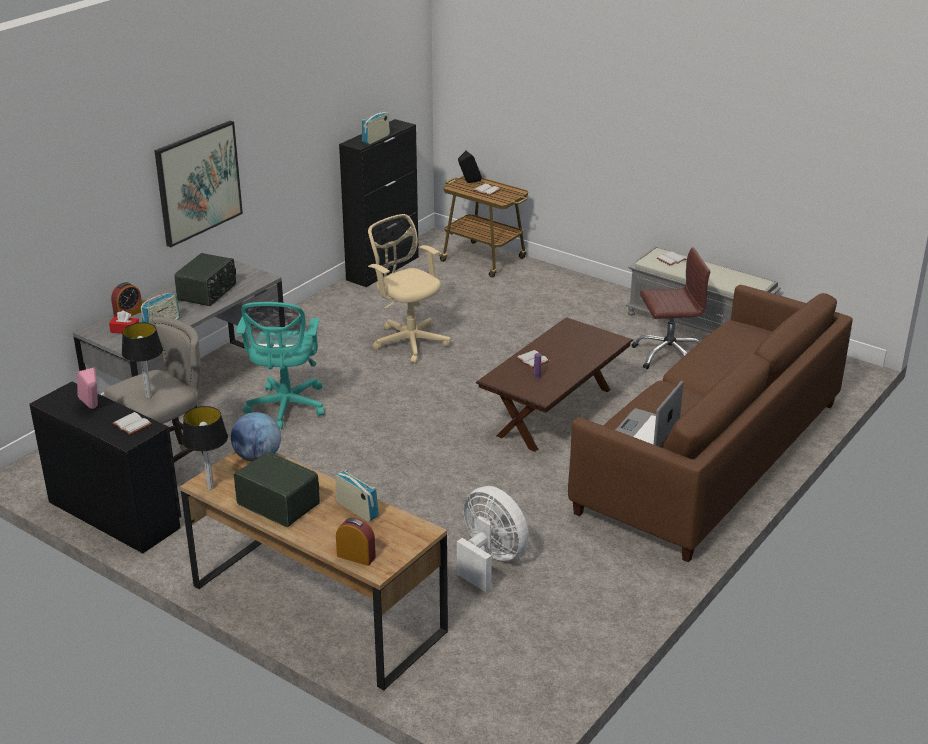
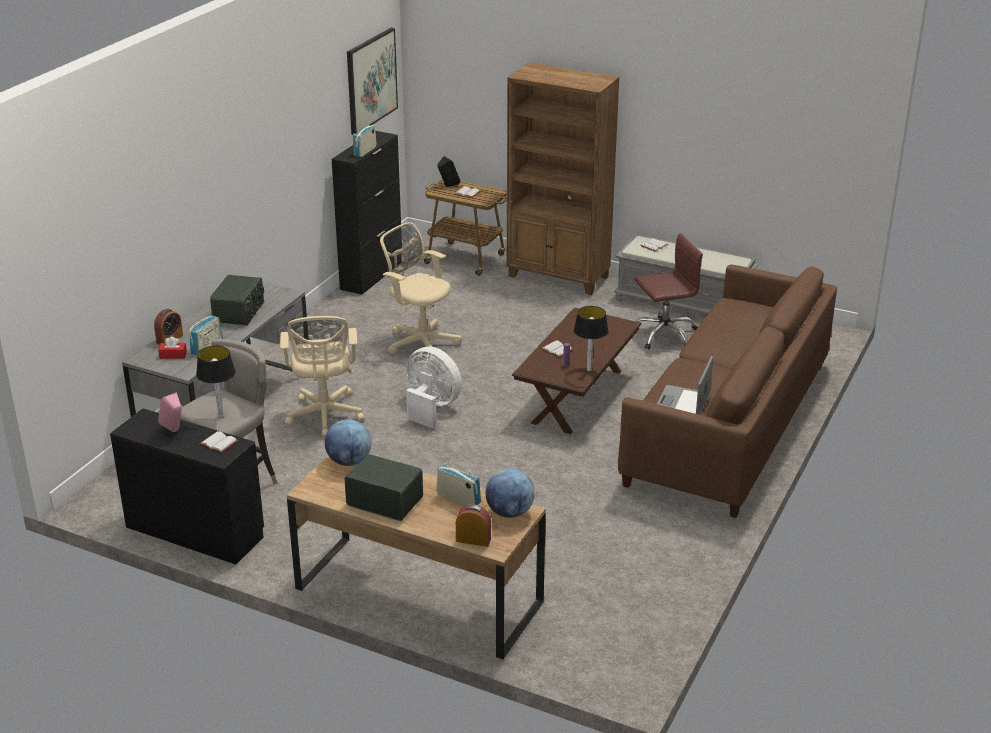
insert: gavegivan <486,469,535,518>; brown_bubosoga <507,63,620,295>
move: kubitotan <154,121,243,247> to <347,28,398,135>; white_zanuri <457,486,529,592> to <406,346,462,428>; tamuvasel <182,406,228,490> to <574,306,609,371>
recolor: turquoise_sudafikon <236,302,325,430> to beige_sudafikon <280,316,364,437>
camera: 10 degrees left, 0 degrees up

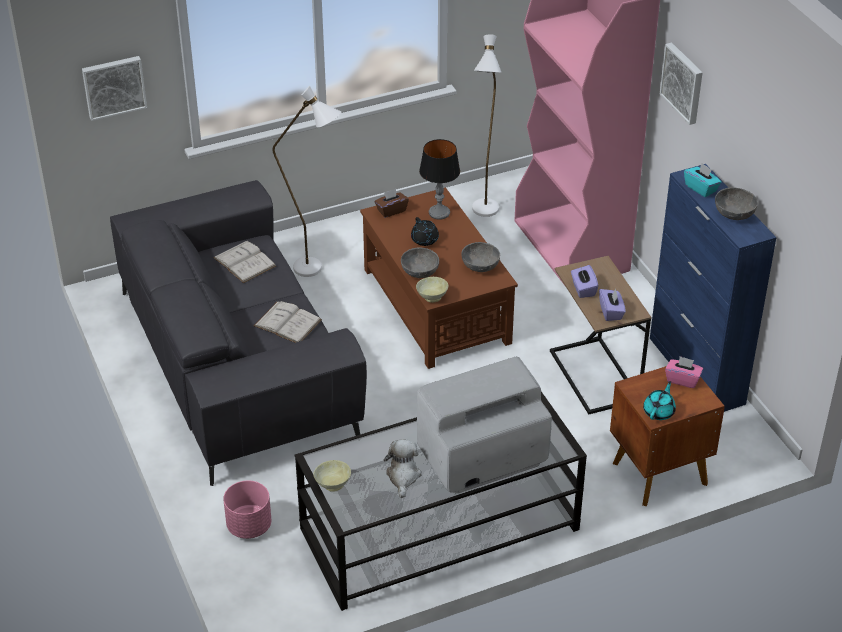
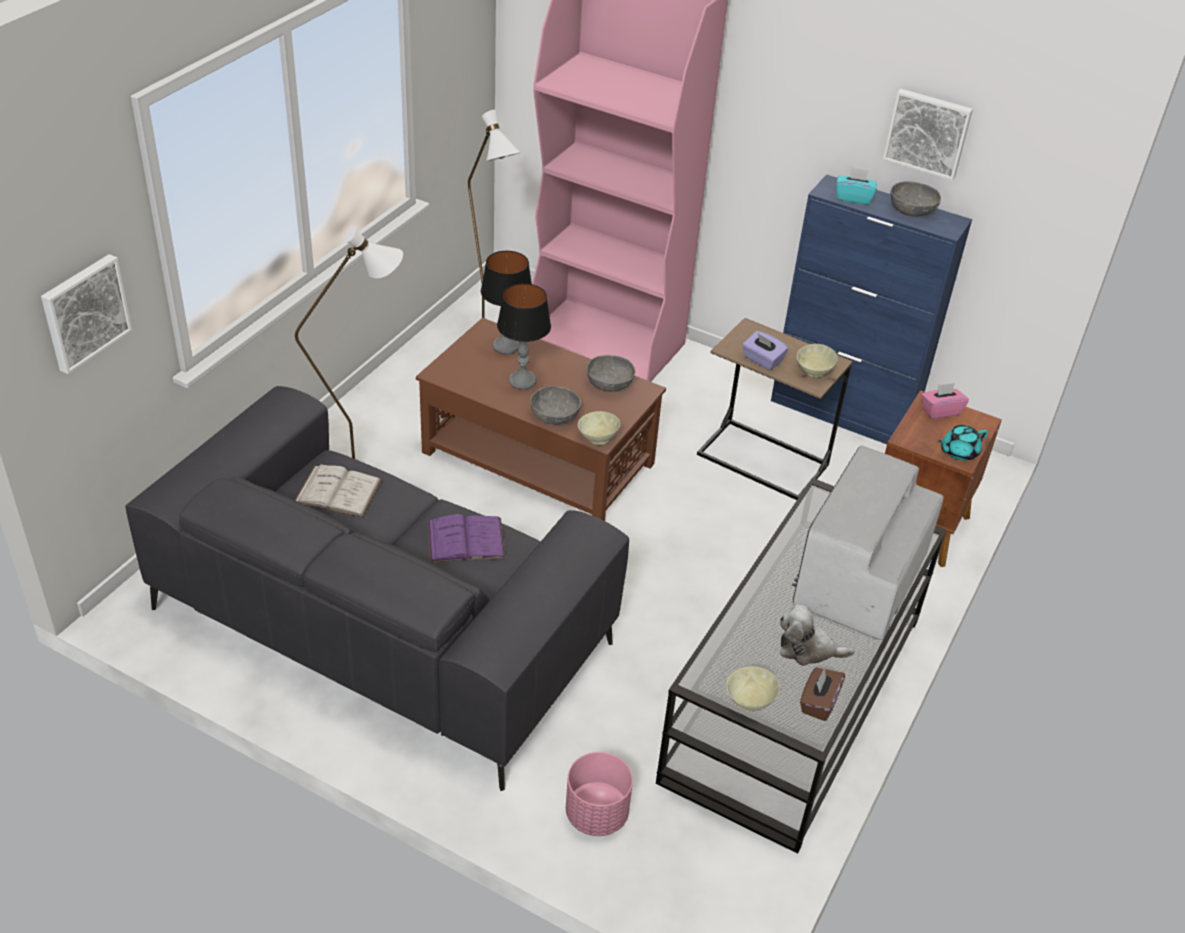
move: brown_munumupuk <375,189,409,218> to <800,668,845,721>; kubitotan <660,43,703,125> to <883,89,973,180>
replace: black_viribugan <411,217,439,246> to tamuvasel <497,283,551,390>; purple_munumupuk <599,288,626,321> to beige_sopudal <797,344,838,377>
recolor: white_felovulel <254,301,322,343> to purple_felovulel <427,514,506,562>
rotate: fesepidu <384,439,422,498> = <780,604,855,666> 45 degrees counterclockwise; turquoise_viribugan <643,381,676,420> = <938,425,988,461> 105 degrees counterclockwise
camera: 40 degrees left, 0 degrees up

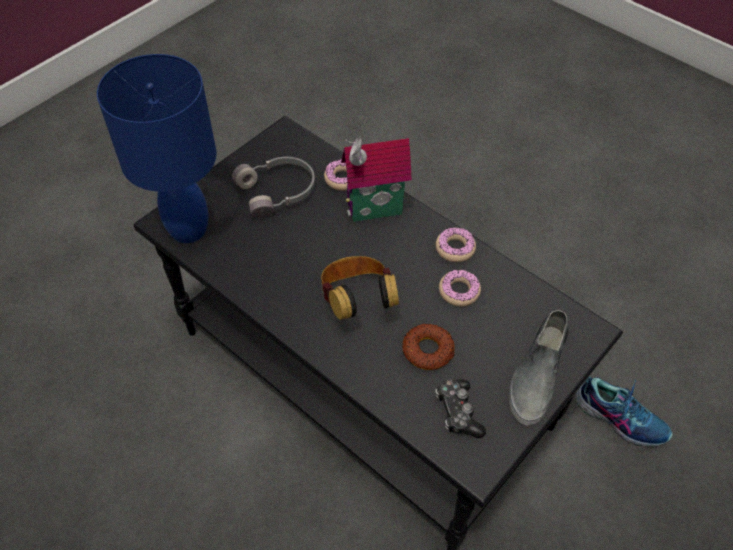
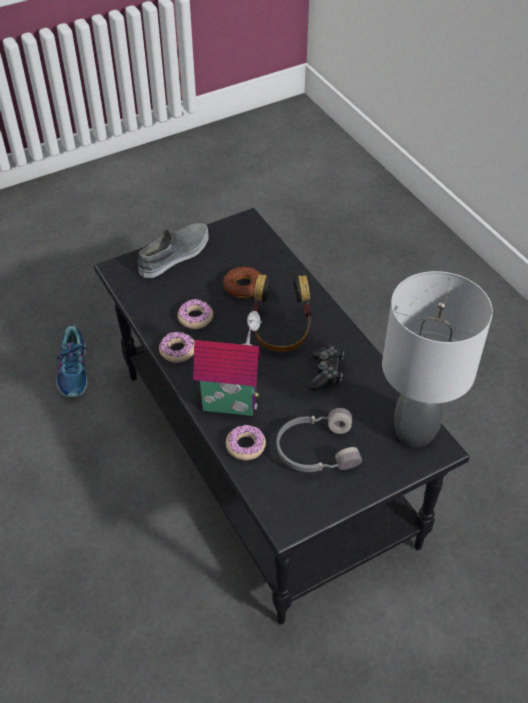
move: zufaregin <435,379,486,438> to <309,345,344,391>
recolor: blue_tamuvasel <97,54,217,243> to grey_tamuvasel <382,271,493,448>
rotate: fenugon <575,376,673,446> = <56,324,88,397> 150 degrees counterclockwise
camera: 160 degrees left, 5 degrees down

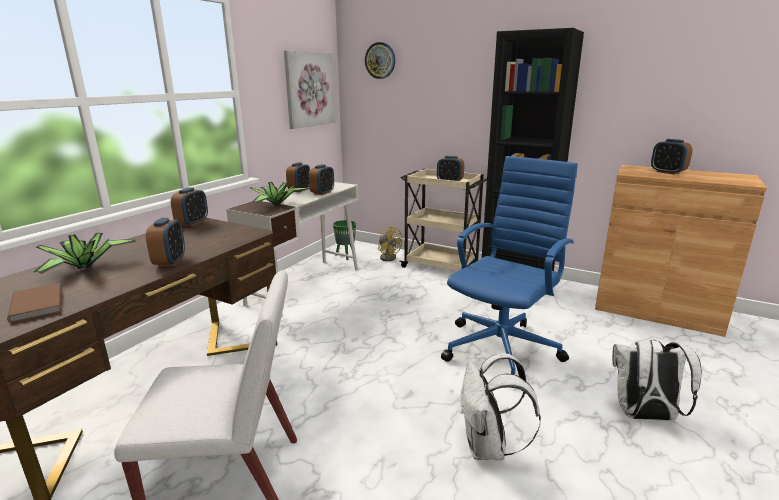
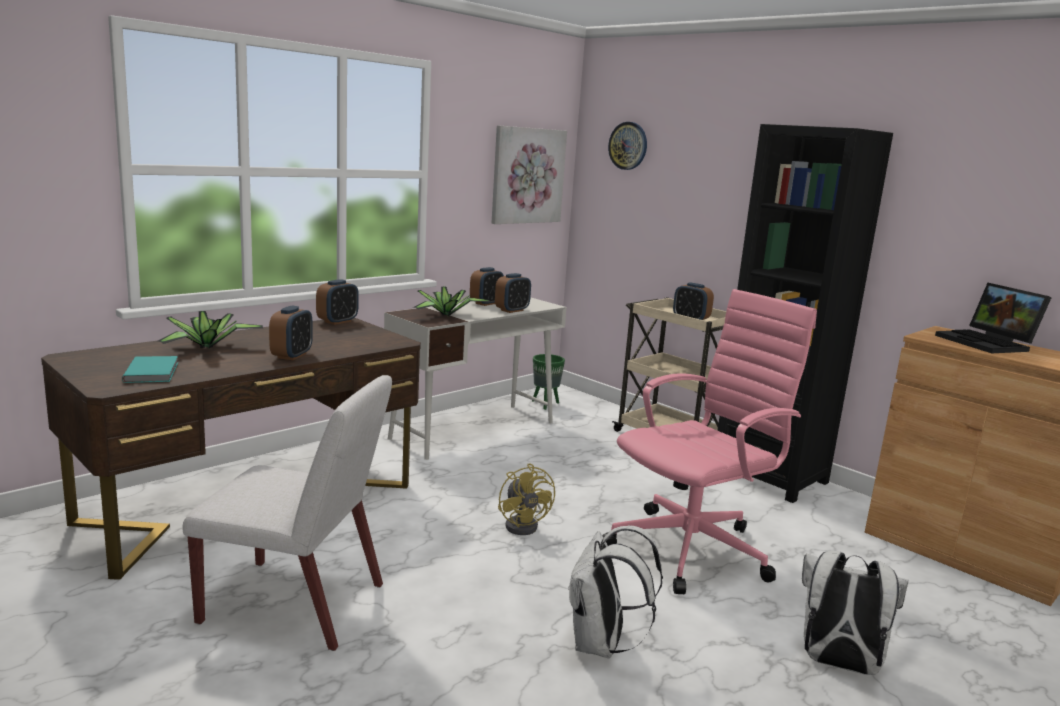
move: yellow_zanuri <378,225,402,261> to <498,463,555,535>
replace: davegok <651,139,693,175> to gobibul <935,283,1052,353>
recolor: brown_felovulel <7,283,62,323> to turquoise_felovulel <122,356,178,383>; blue_sudafikon <441,156,578,375> to pink_sudafikon <602,289,817,594>
camera: 15 degrees right, 5 degrees down

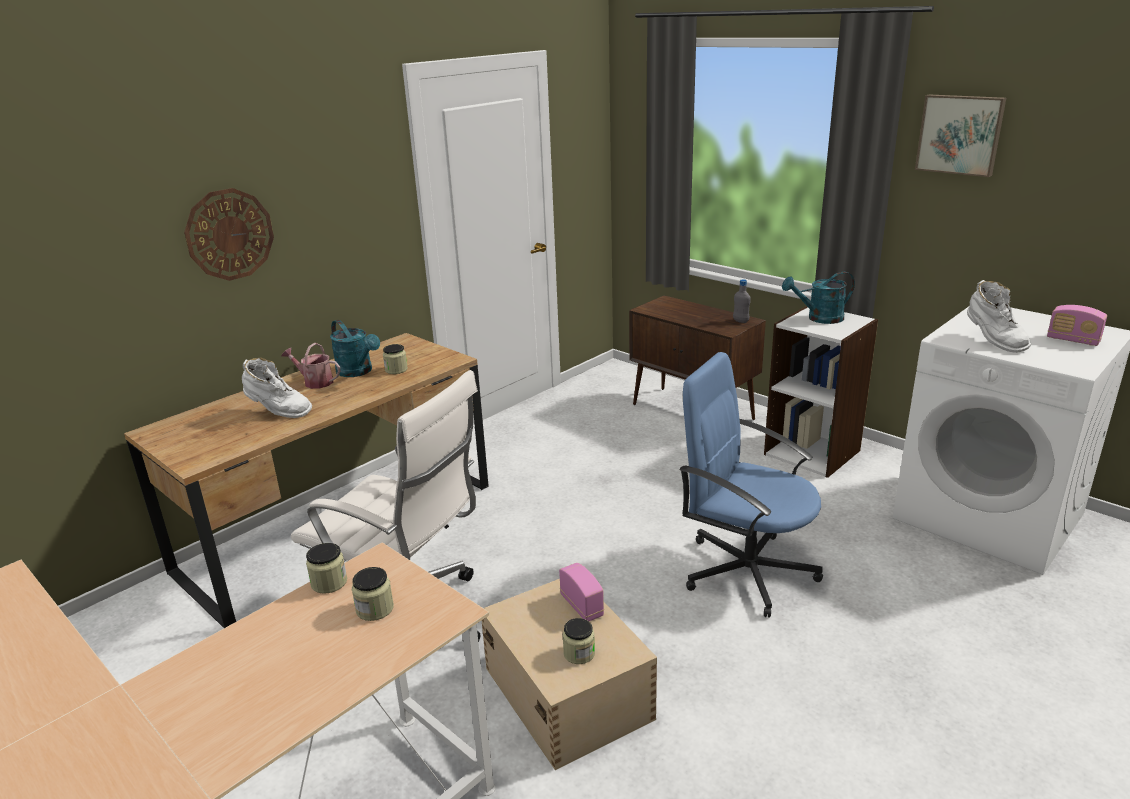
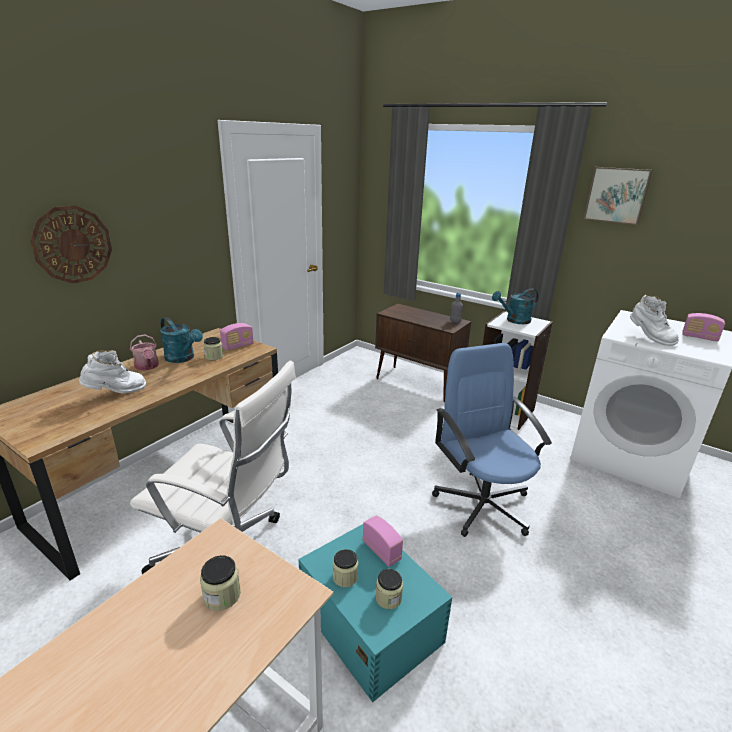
insert: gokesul <220,323,254,350>
move: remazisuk <306,543,347,594> to <333,549,358,587>
recolor: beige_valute <481,579,657,770> to turquoise_valute <298,524,452,703>
rotate: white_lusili <242,358,312,418> = <79,350,146,394> 45 degrees counterclockwise; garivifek <281,343,341,389> = <130,334,159,371> 135 degrees counterclockwise; blue_sudafikon <679,352,823,618> = <432,343,552,537> 45 degrees clockwise
camera: 10 degrees left, 0 degrees up

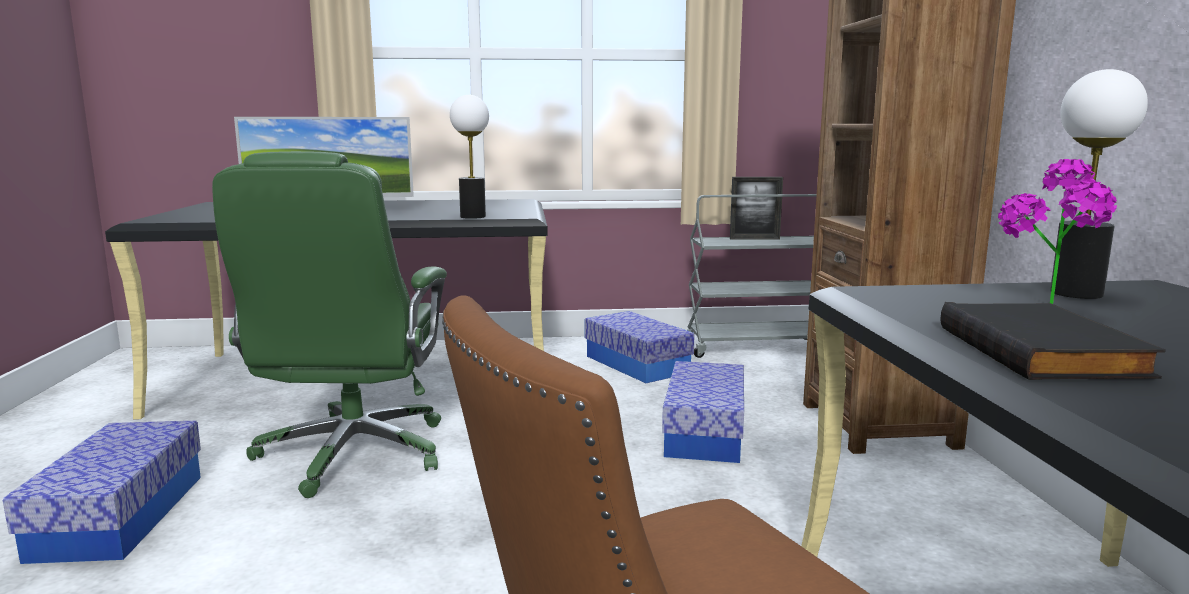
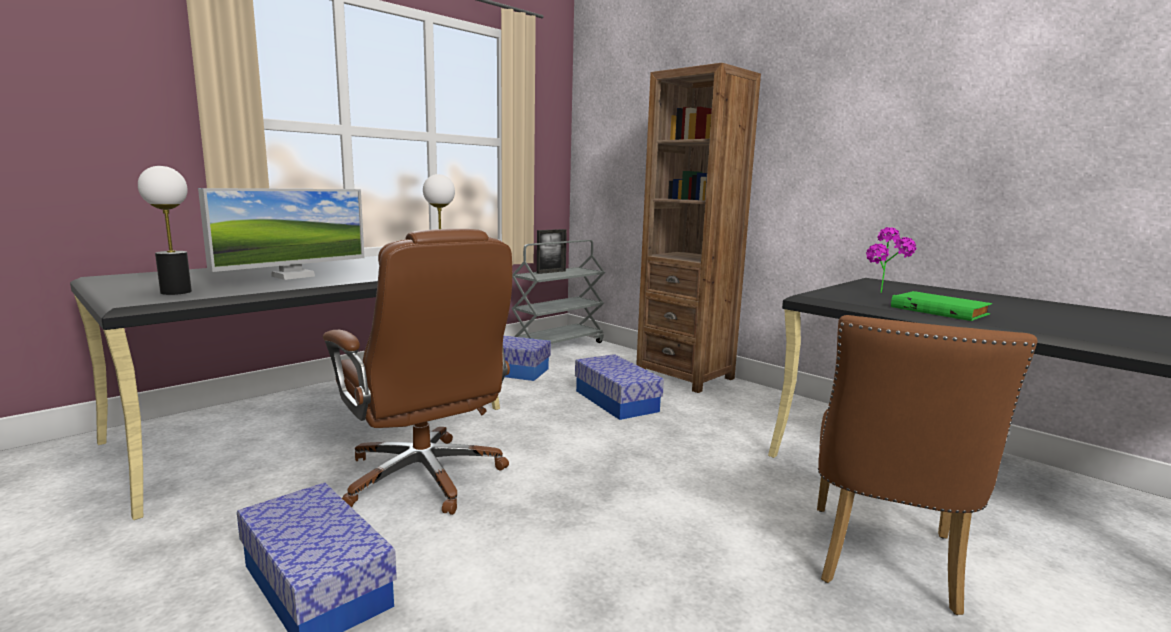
move: tamuvasel <1050,69,1148,299> to <138,166,192,295>
recolor: green_sudafikon <212,151,447,498> to brown_sudafikon <323,229,512,515>; black_felovulel <940,302,1166,380> to green_felovulel <891,291,992,321>
camera: 40 degrees left, 0 degrees up

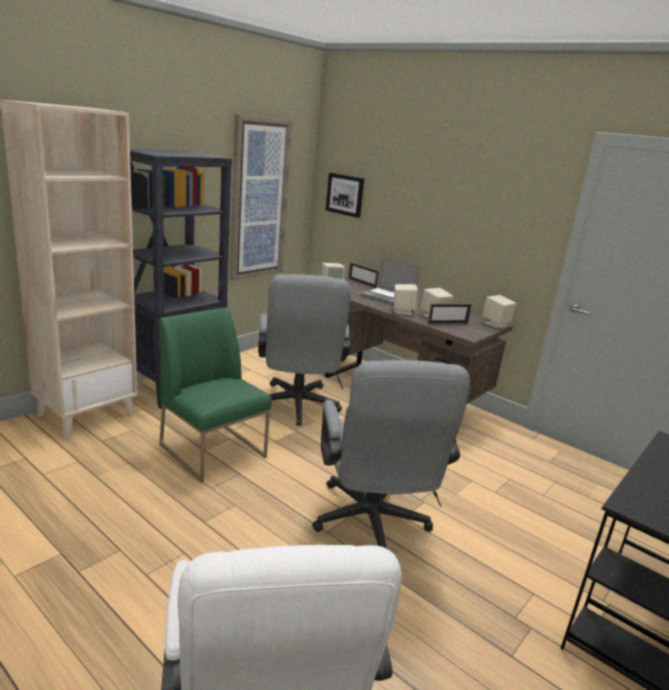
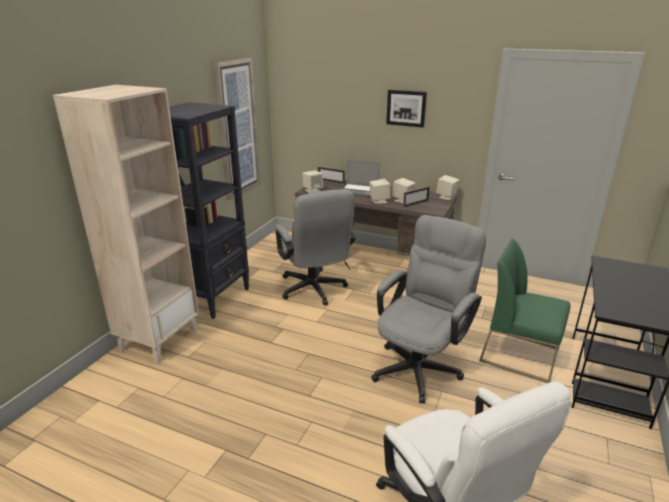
move: kubitotan <326,173,364,218> to <386,90,427,127>; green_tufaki <160,307,272,483> to <479,239,571,383>
rotate: grey_sudafikon <312,360,470,549> = <371,215,486,403> 120 degrees counterclockwise
camera: 15 degrees left, 5 degrees up

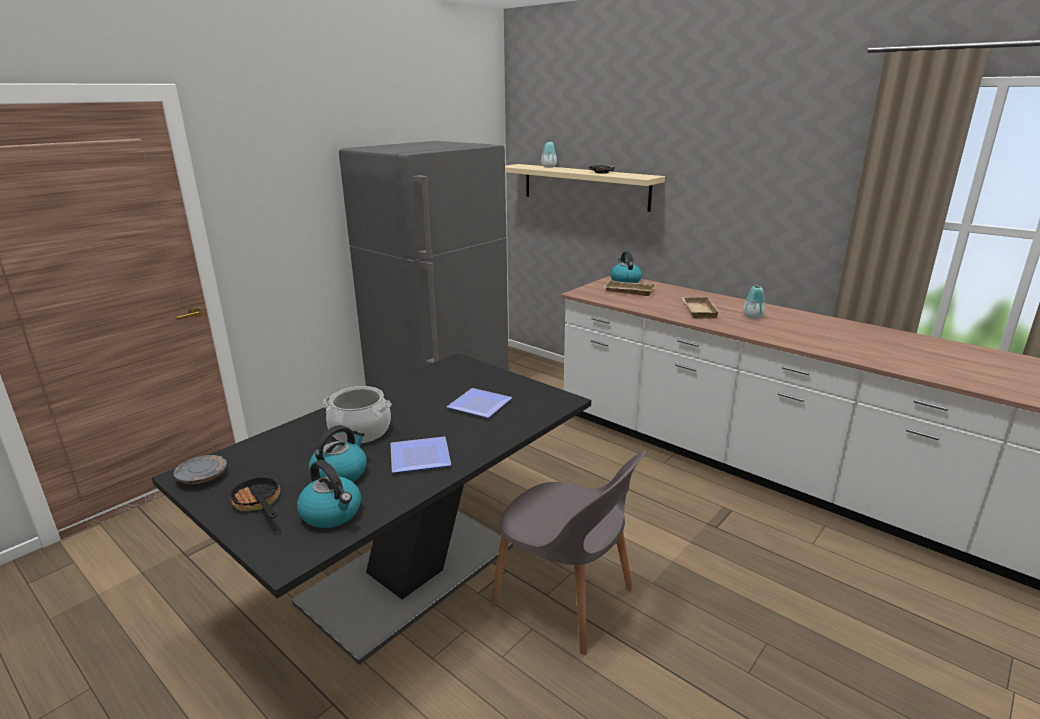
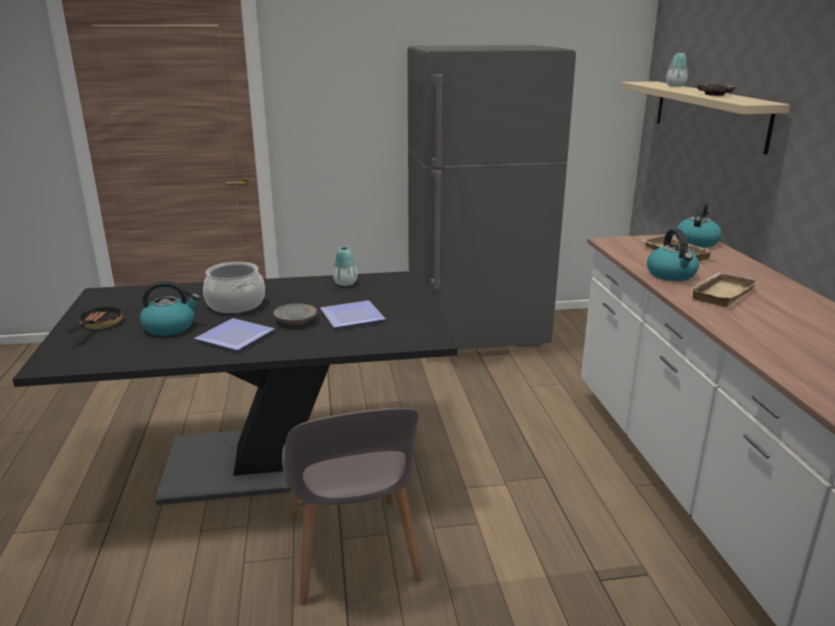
move: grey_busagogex <173,455,227,484> to <273,303,317,325>; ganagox <743,285,765,319> to <333,246,358,286>; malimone <297,460,361,528> to <647,229,699,281>
camera: 40 degrees right, 0 degrees up

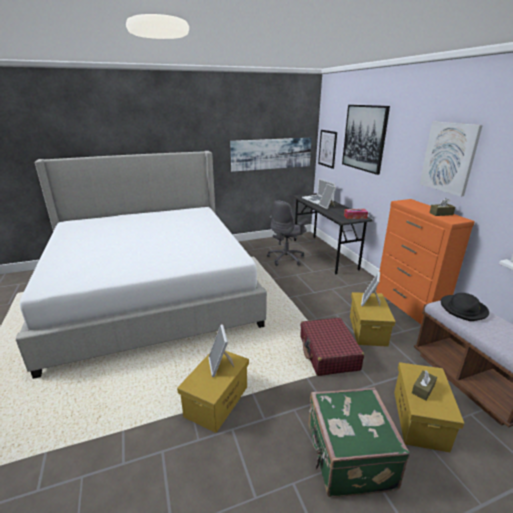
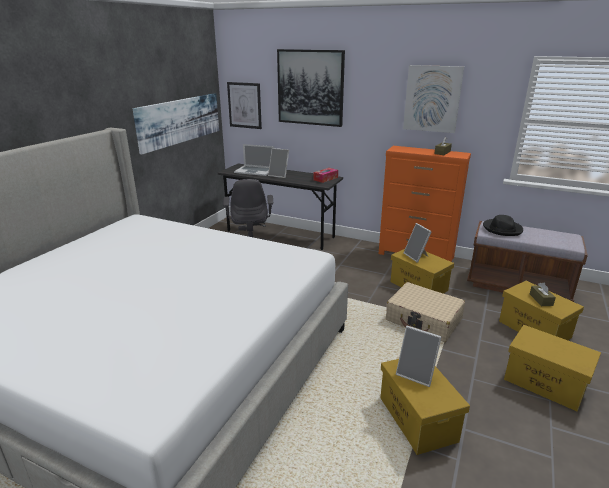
replace: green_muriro <309,388,410,497> to yellow_valute <504,325,601,412>
recolor: red_muriro <300,318,364,376> to beige_muriro <386,282,465,342>
camera: 45 degrees left, 0 degrees up

